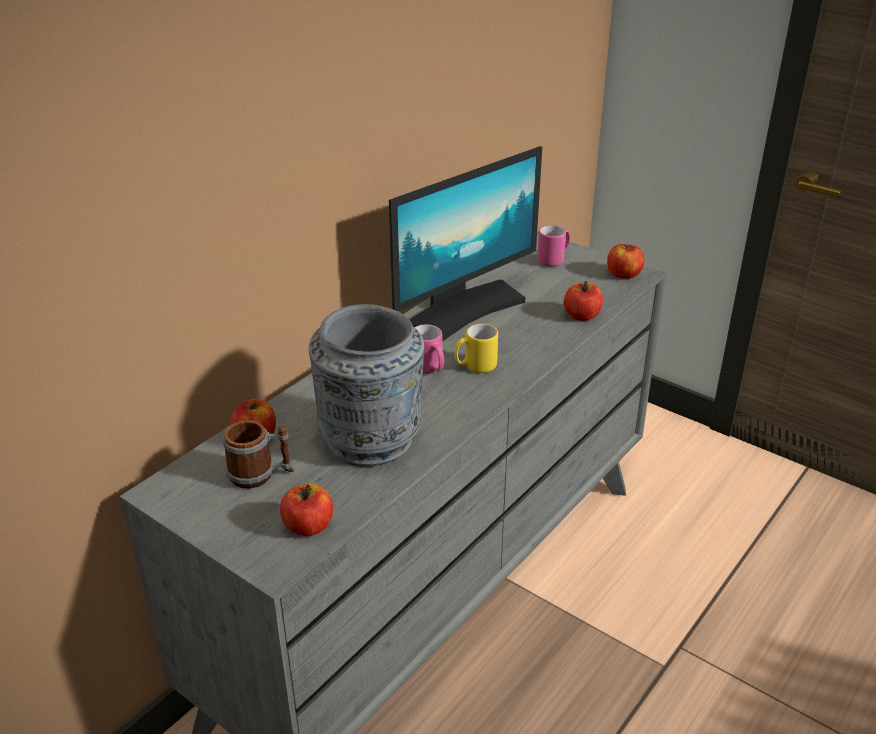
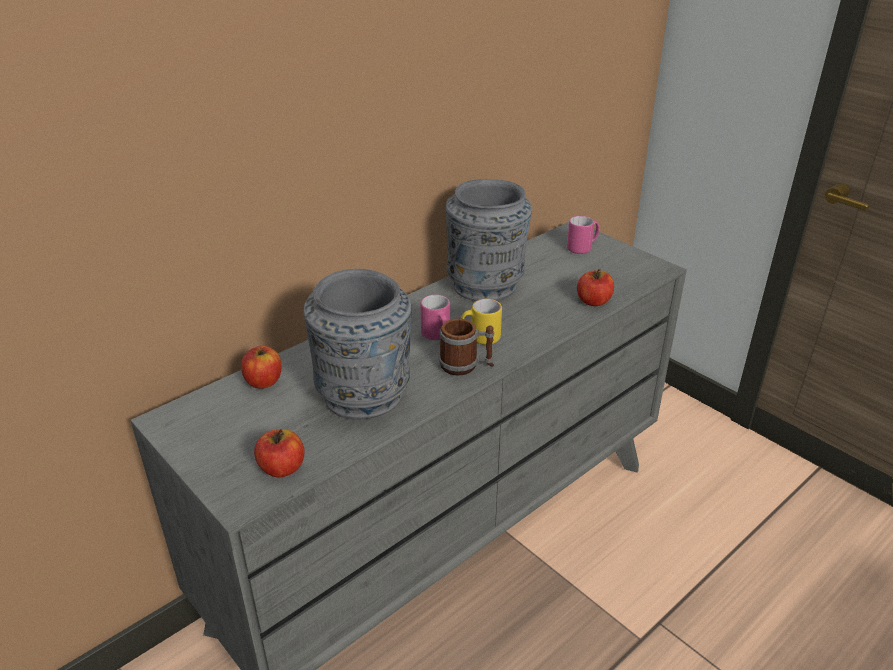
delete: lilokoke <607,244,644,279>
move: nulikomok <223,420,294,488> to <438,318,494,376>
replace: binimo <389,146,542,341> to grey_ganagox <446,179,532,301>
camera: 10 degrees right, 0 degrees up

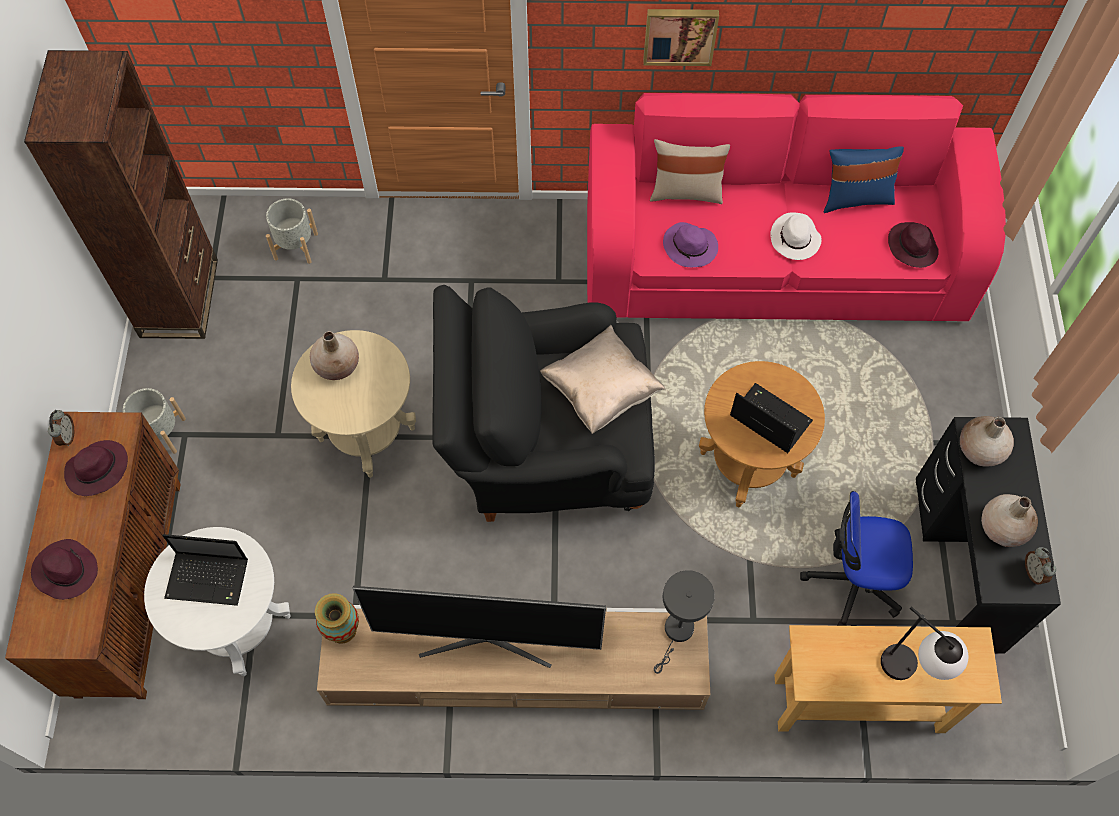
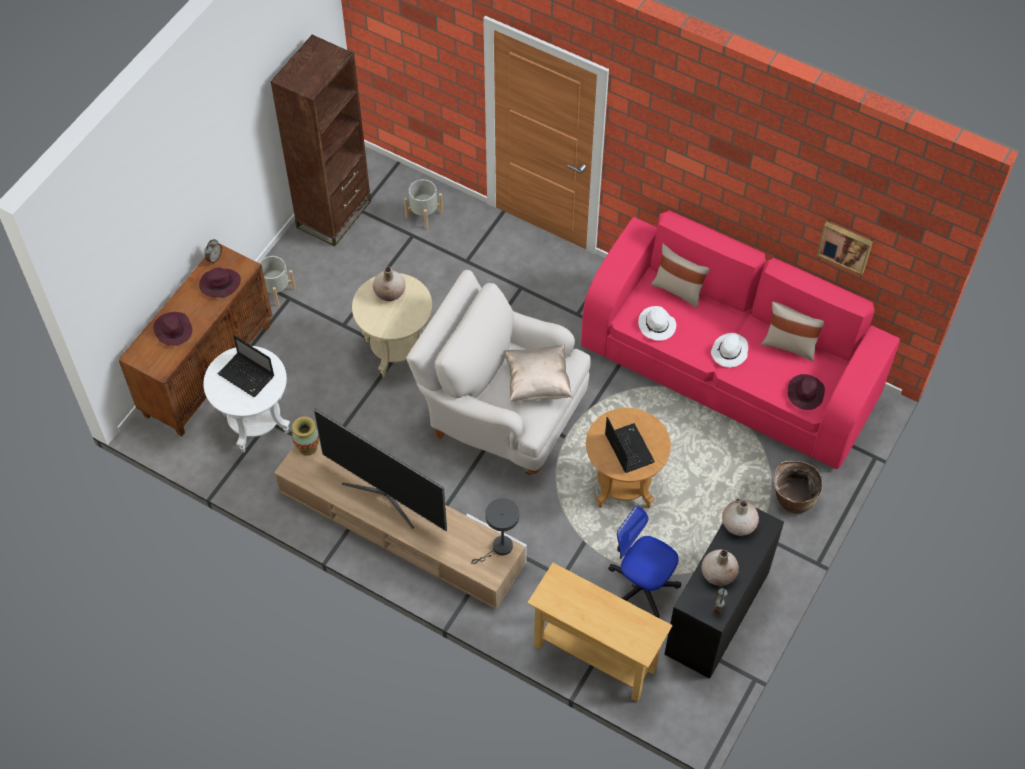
delete: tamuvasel <881,607,969,680>
insert: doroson <773,461,823,514>
move: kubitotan <643,9,719,66> to <816,221,873,276>
recolor: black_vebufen <432,285,655,522> to white_vebufen <406,270,591,475>; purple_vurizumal <663,222,718,267> to white_vurizumal <638,306,676,341>; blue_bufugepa <824,146,904,213> to beige_bufugepa <761,301,824,361>
camera: 30 degrees right, 5 degrees down

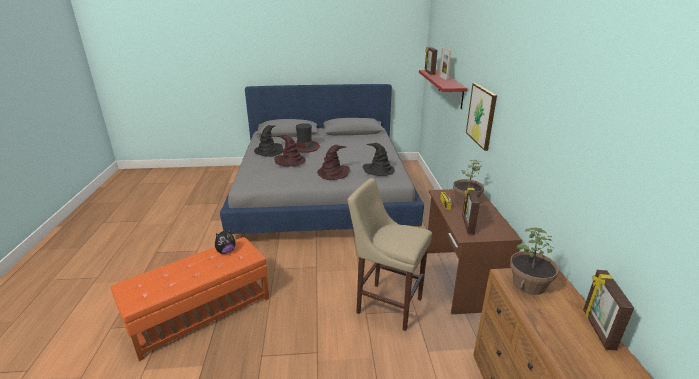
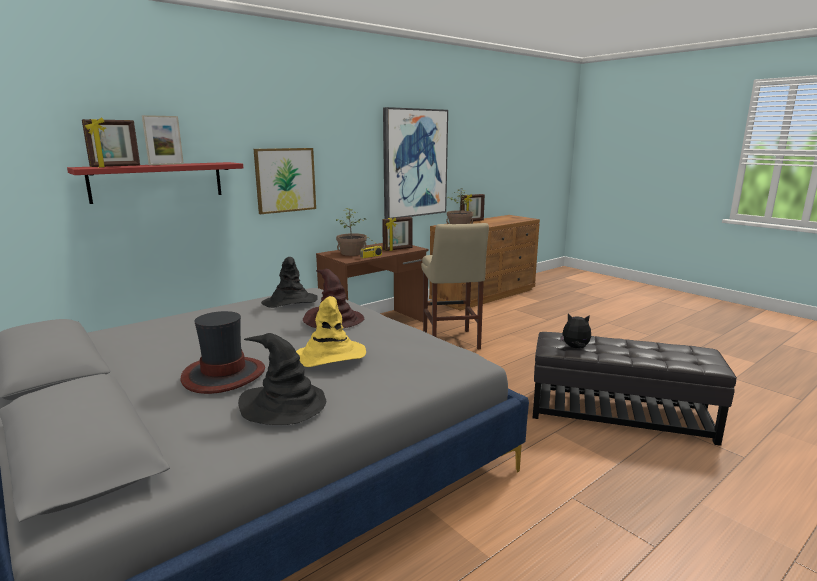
insert: kubitotan <383,107,448,219>
recolor: brown_vurizumal <274,135,306,167> to yellow_vurizumal <296,296,366,367>; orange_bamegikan <111,237,269,361> to black_bamegikan <533,332,737,446>
camera: 125 degrees left, 10 degrees down

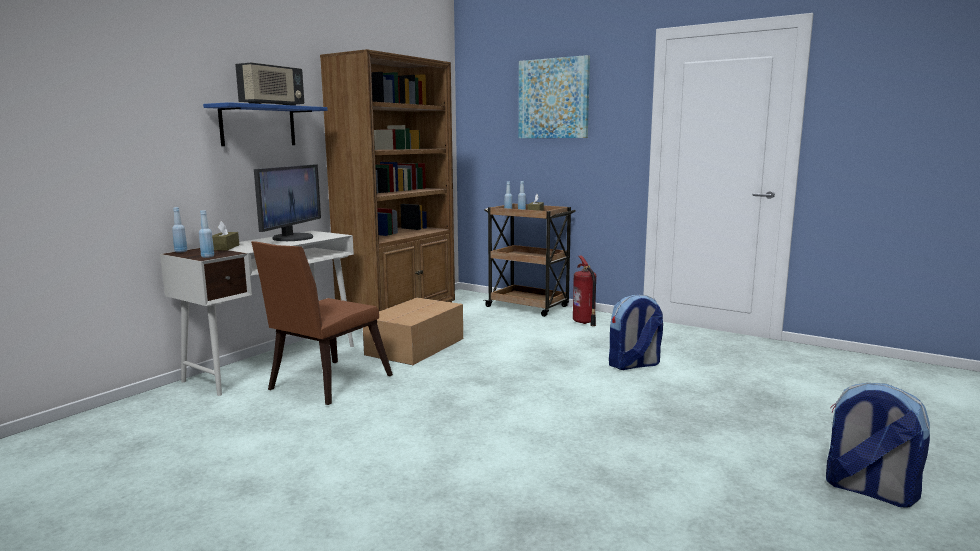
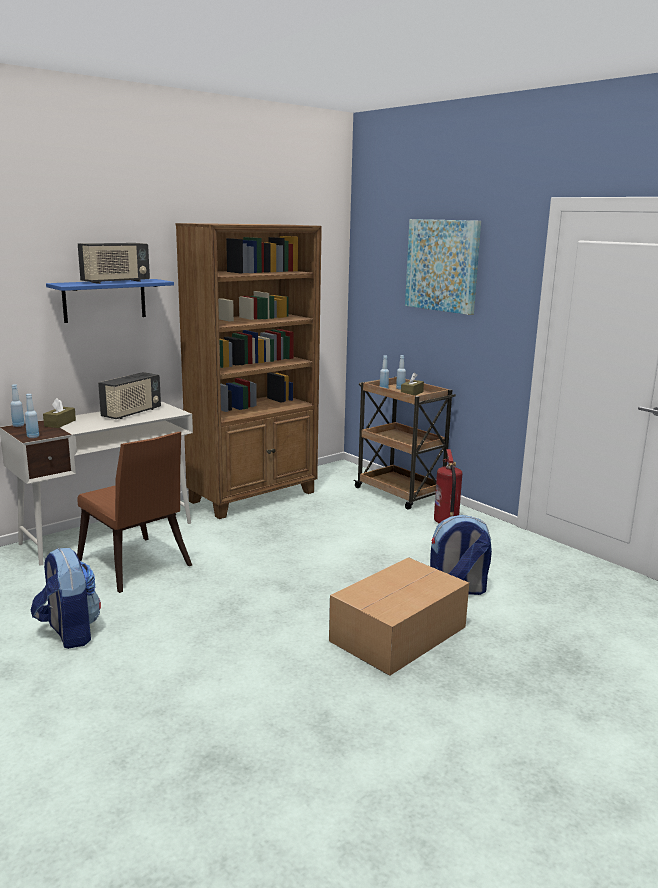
move: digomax <826,383,930,508> to <31,548,101,649>; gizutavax <363,298,463,365> to <329,557,469,676>
replace: binimo <254,165,321,241> to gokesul <98,372,161,419>
rotate: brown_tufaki <251,241,393,405> = <77,432,192,593> 90 degrees counterclockwise
camera: 15 degrees right, 5 degrees up

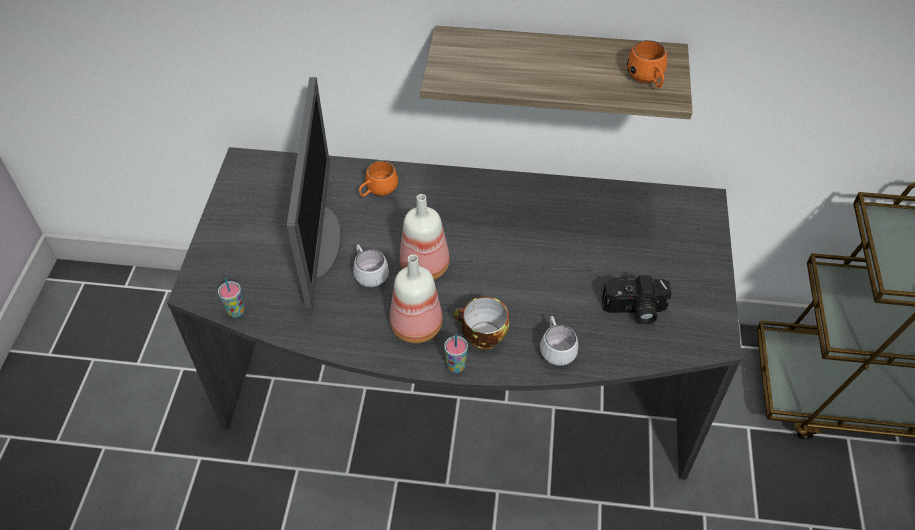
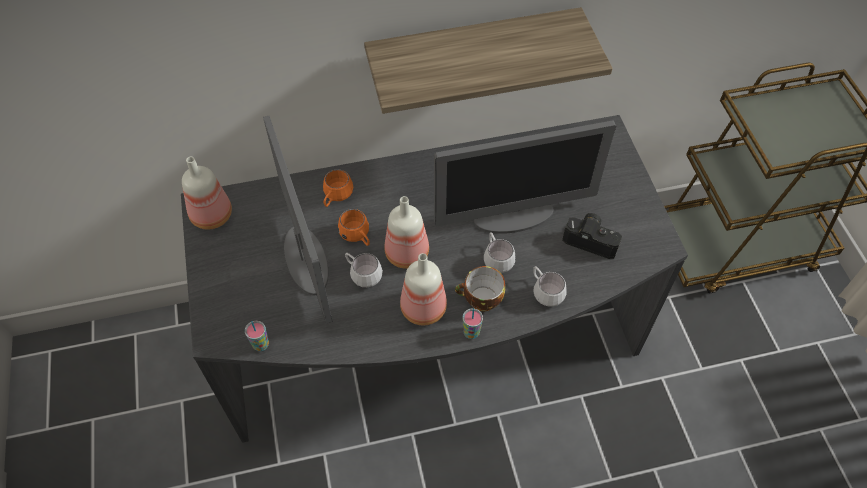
insert: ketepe <182,157,232,230>; binimo <434,121,616,234>; white_nulikomok <484,232,516,273>
move: orange_nulikomok <627,40,667,88> to <338,209,370,246>
rotate: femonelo <602,275,672,325> = <562,213,622,259> 135 degrees counterclockwise
camera: 20 degrees left, 5 degrees up

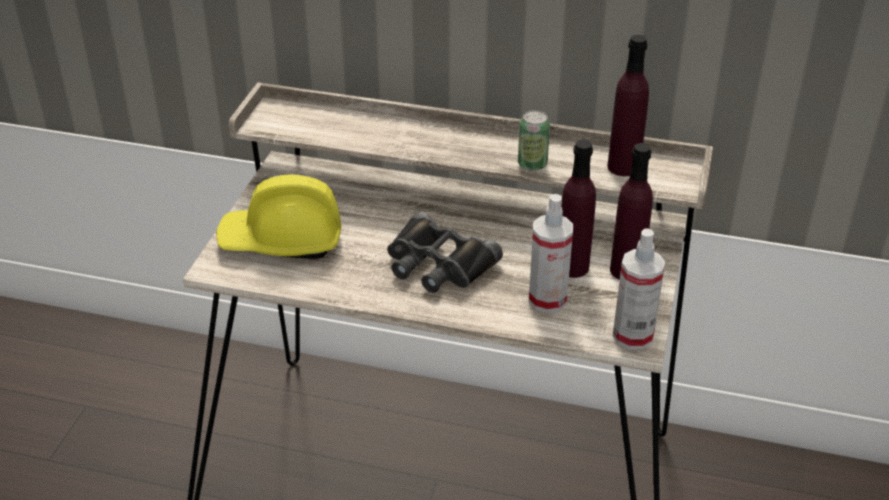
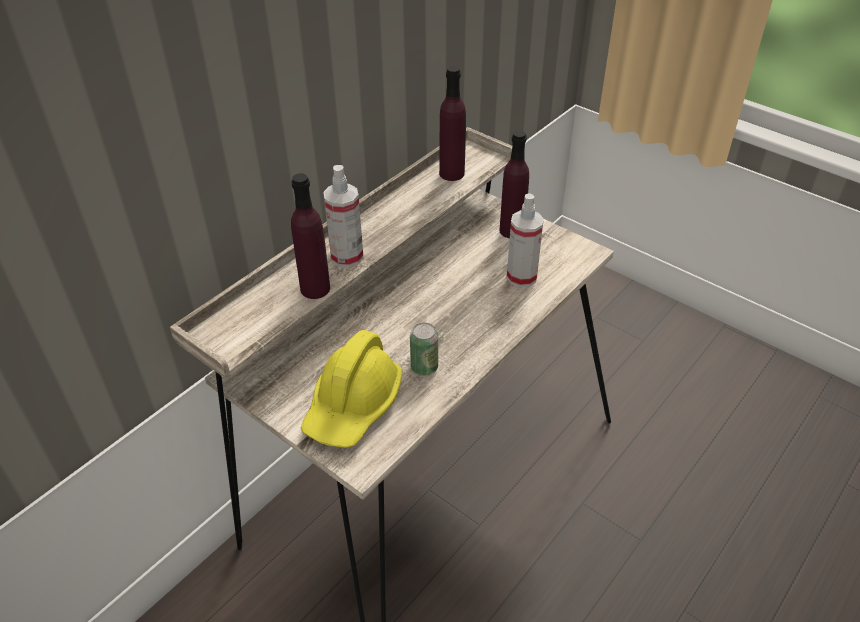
delete: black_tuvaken <387,212,503,293>
move: purple_ketepe <561,140,596,278> to <291,173,330,299>; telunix <613,228,665,349> to <323,165,364,268>; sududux <518,110,550,171> to <410,322,438,376>
camera: 65 degrees left, 5 degrees up

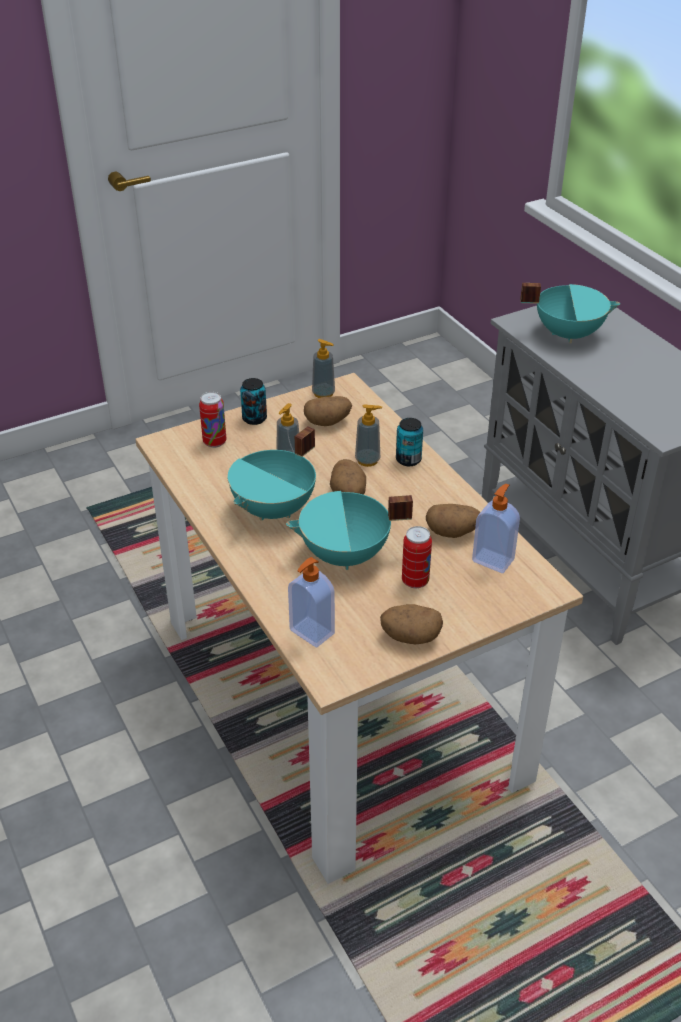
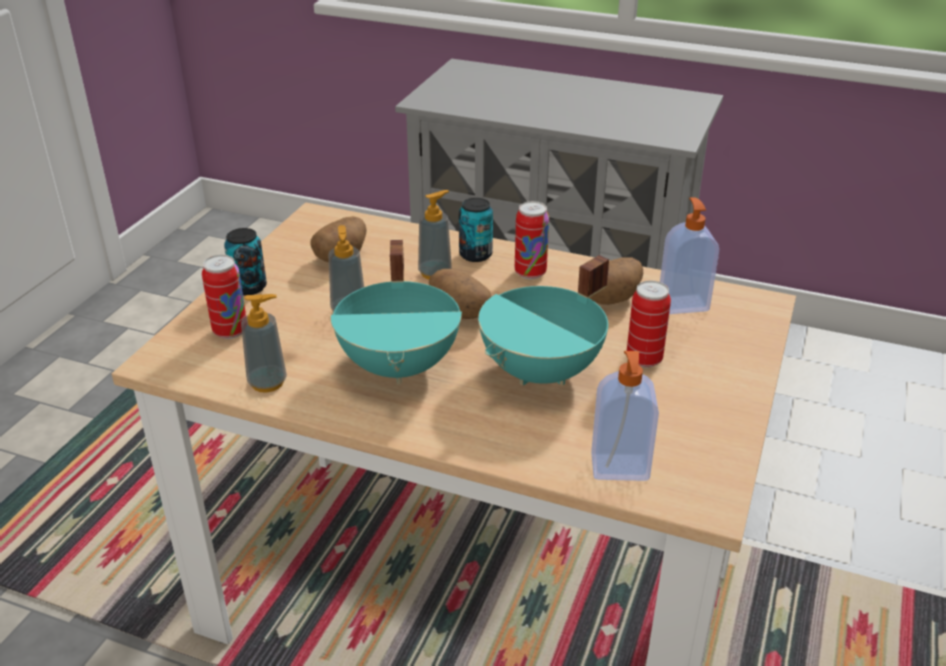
delete: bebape <380,604,443,644>; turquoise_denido <520,283,621,343>
insert: sududux <515,201,549,279>
move: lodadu <312,339,335,398> to <241,294,287,393>
camera: 40 degrees left, 5 degrees down

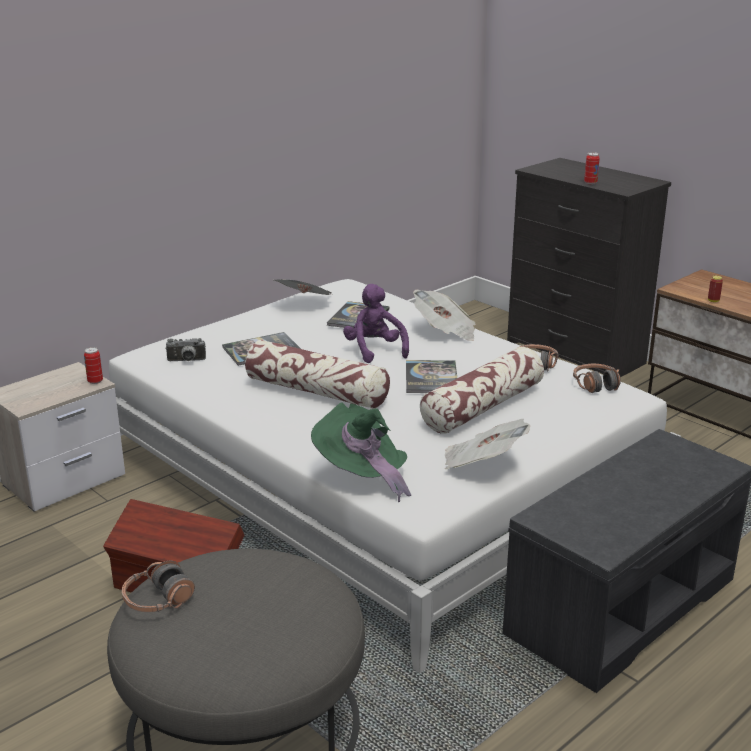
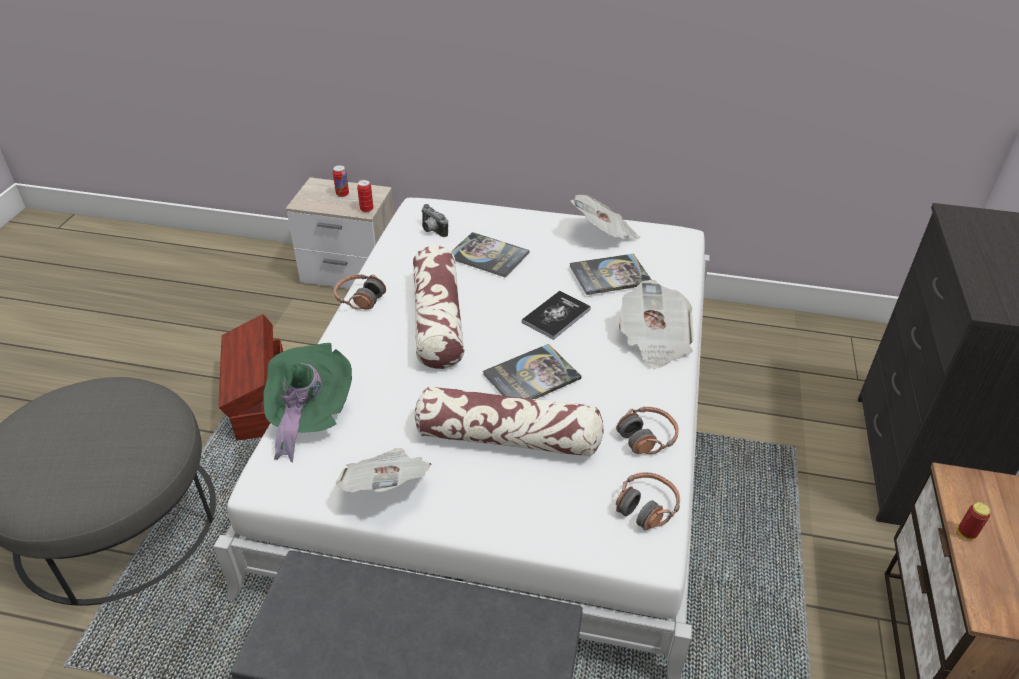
move: sududux <584,152,600,184> to <333,165,349,197>; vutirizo <122,561,195,612> to <334,274,386,310>
replace: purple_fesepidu <343,284,409,363> to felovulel <522,291,591,340>
camera: 55 degrees right, 15 degrees up

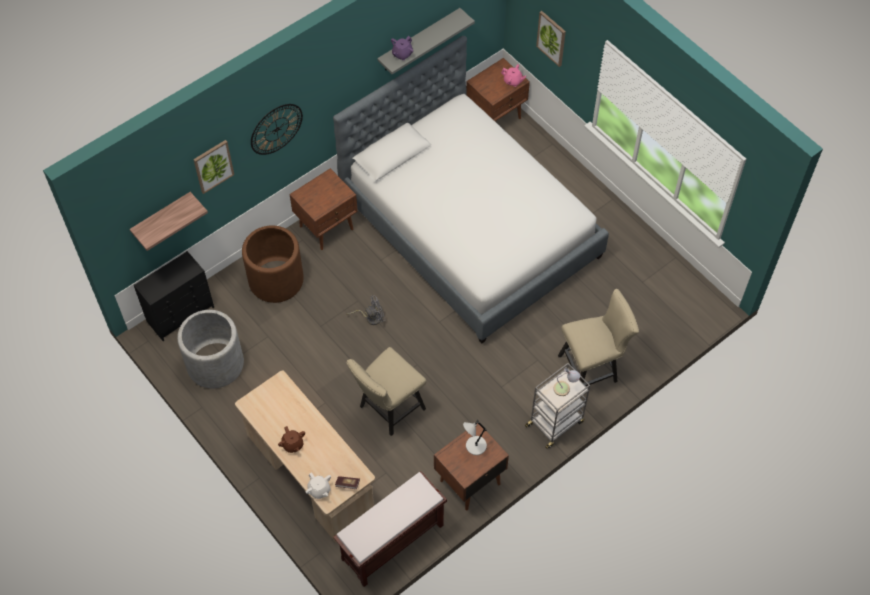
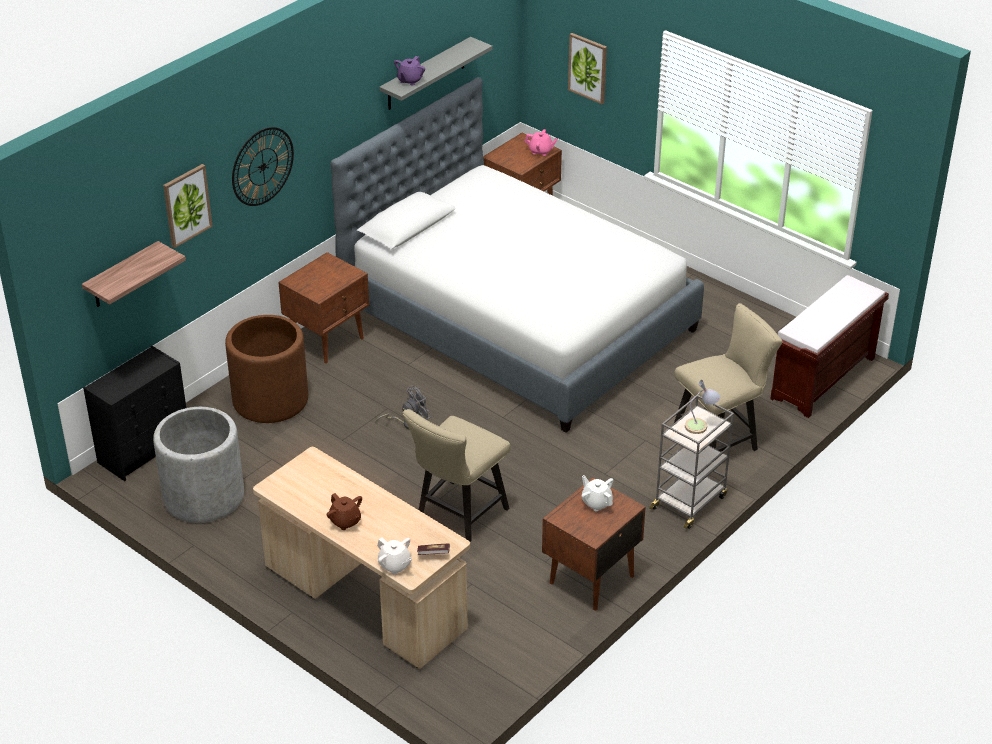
move: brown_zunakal <333,471,447,587> to <770,275,889,418>
replace: grey_tamuvasel <463,420,487,455> to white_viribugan <581,475,613,512>
camera: 10 degrees left, 20 degrees down

